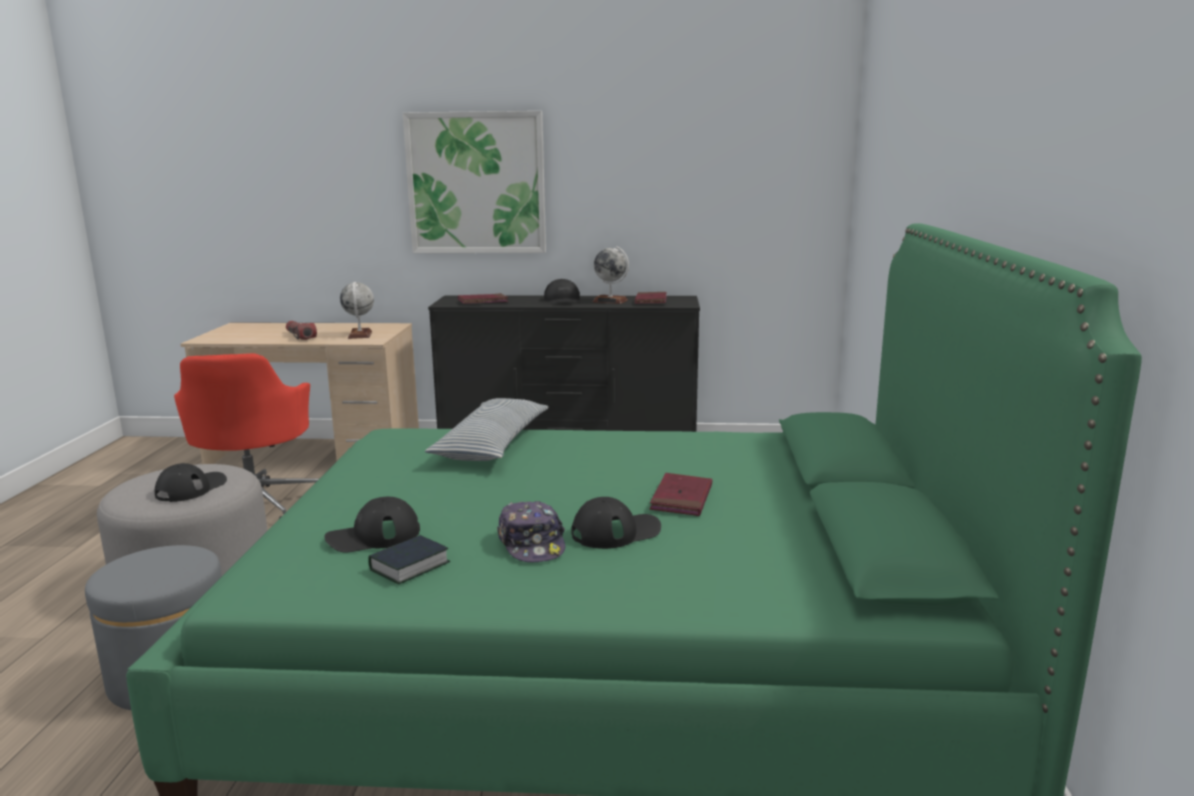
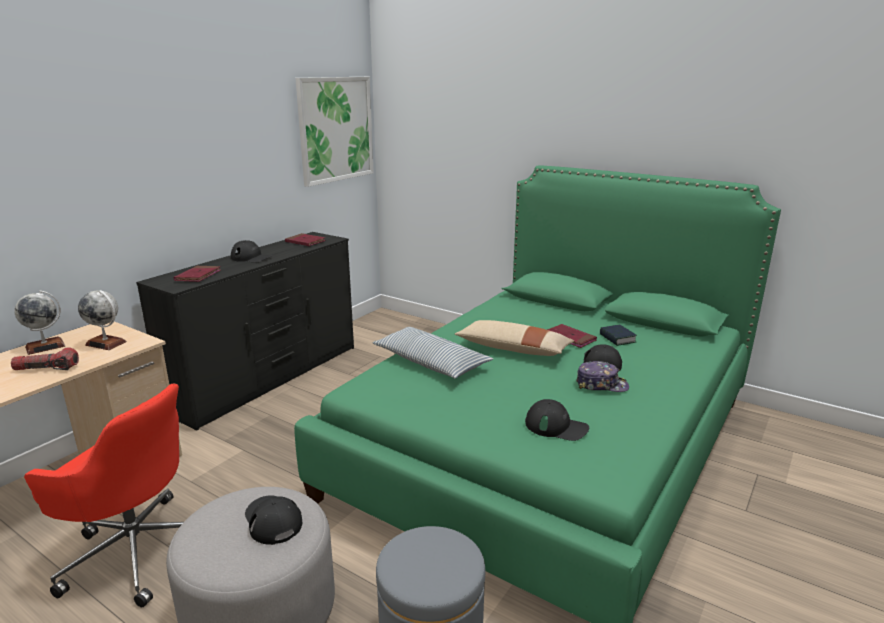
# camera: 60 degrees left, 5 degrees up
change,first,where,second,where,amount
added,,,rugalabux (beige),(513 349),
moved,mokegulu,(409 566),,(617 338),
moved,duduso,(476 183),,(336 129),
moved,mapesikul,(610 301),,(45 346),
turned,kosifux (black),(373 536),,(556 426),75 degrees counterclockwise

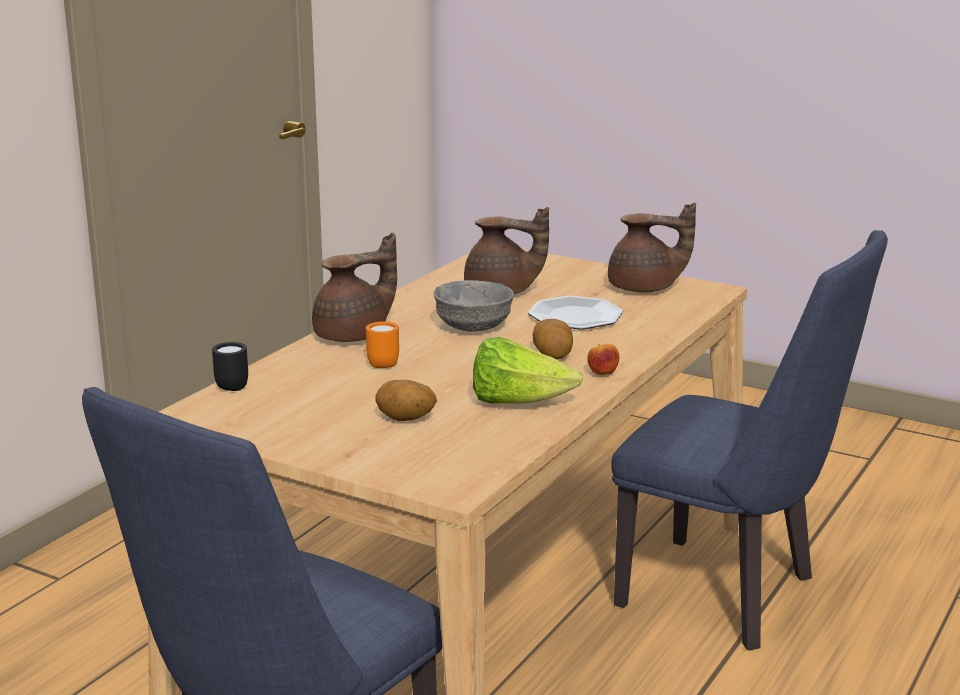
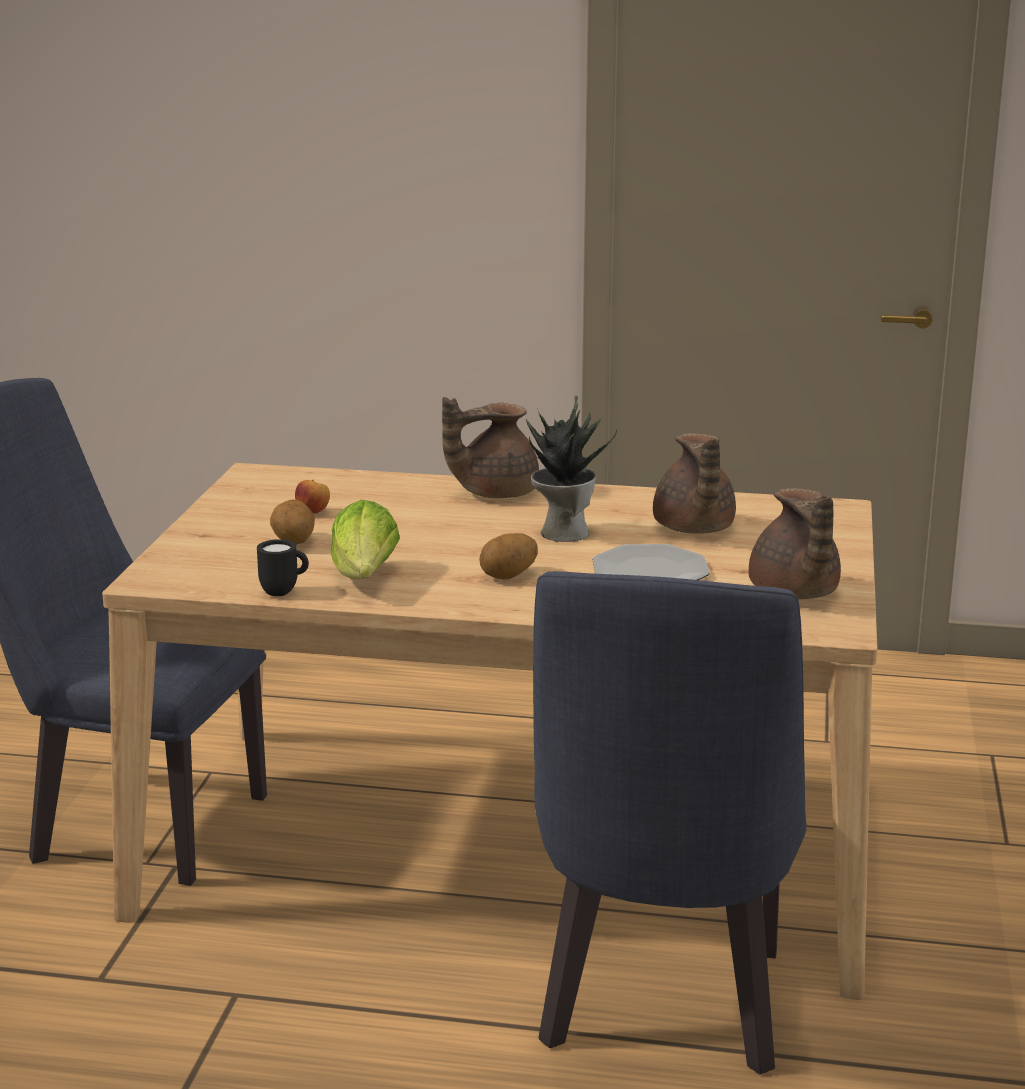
# camera: 70 degrees right, 0 degrees up
change,first,where,second,where,amount
removed,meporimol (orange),(383 364),,,
moved,meporimol (black),(235 386),,(284 592),
moved,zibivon,(602 374),,(313 512),
replaced,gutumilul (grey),(472 328),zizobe,(562 532),
turned,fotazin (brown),(354 335),,(494 492),120 degrees clockwise

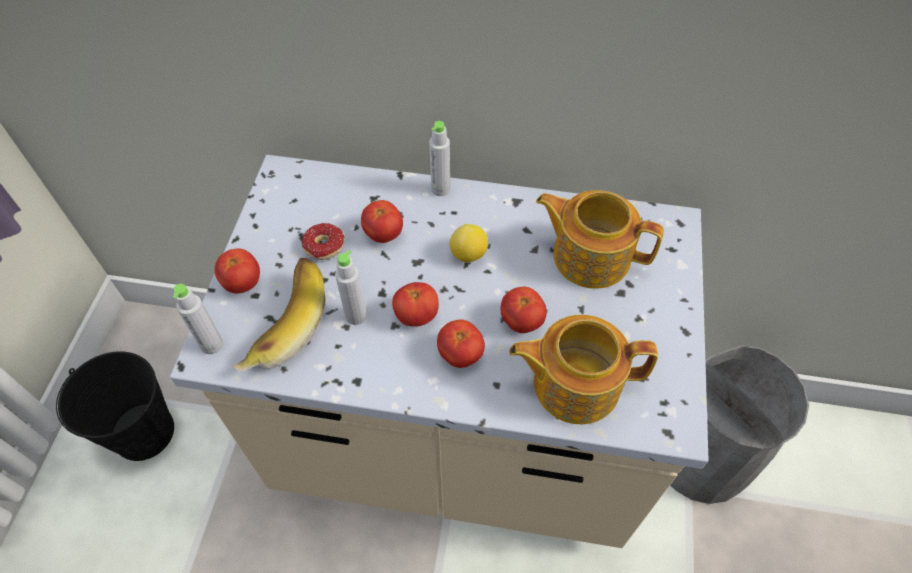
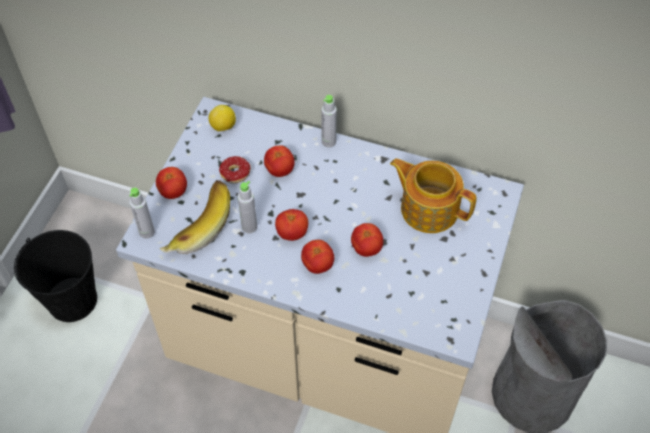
# camera: 10 degrees right, 0 degrees up
change,first,where,second,where,amount
removed,fotazin,(574 383),,,
moved,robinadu,(468 255),,(223 127),

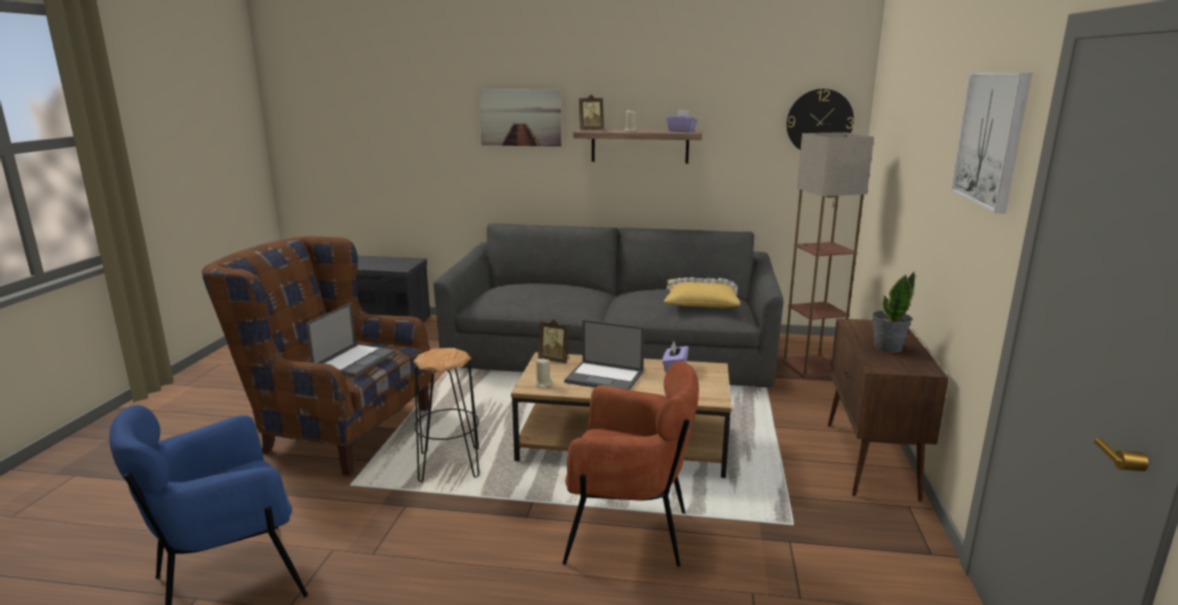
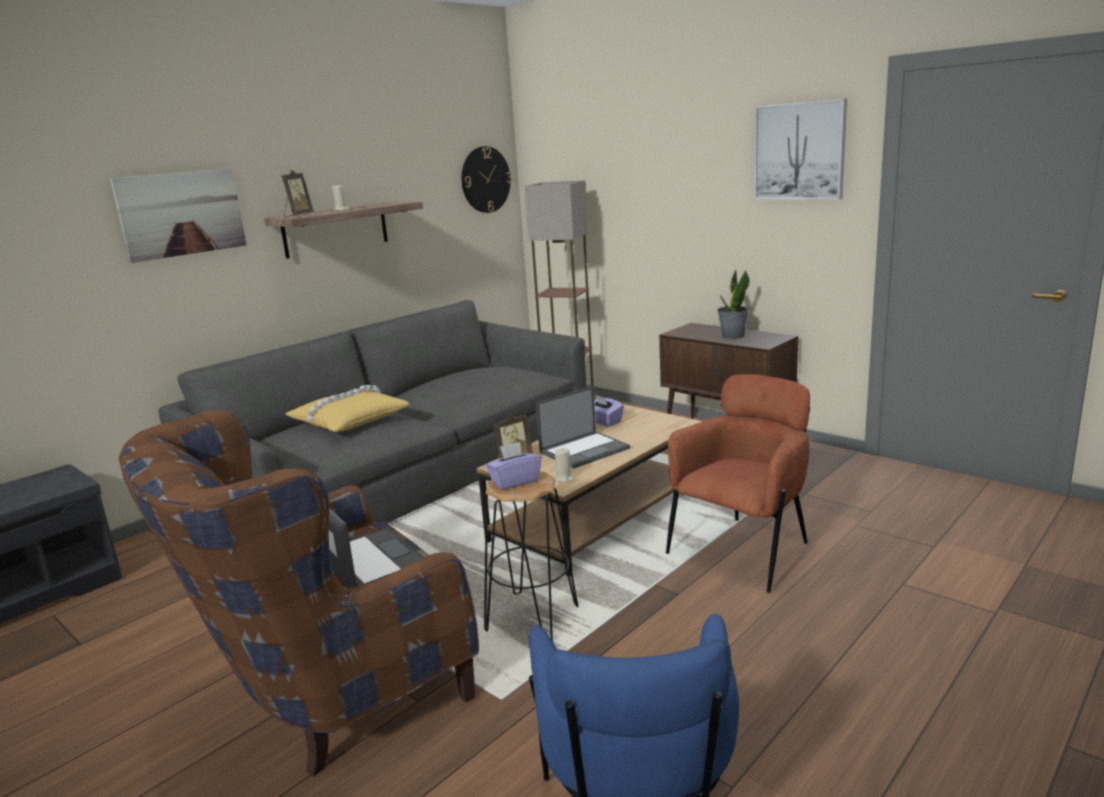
# camera: 55 degrees left, 0 degrees up
change,first,where,second,where,amount
moved,rugalabux (yellow),(700 301),,(349 420),
moved,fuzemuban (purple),(681 131),,(515 481),

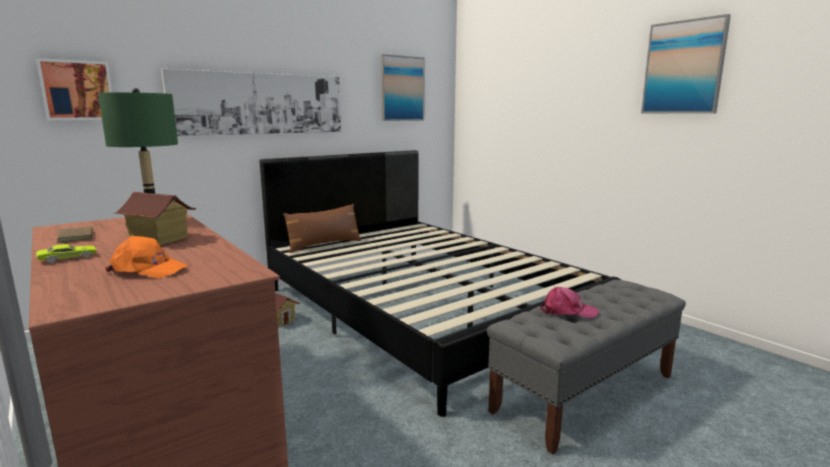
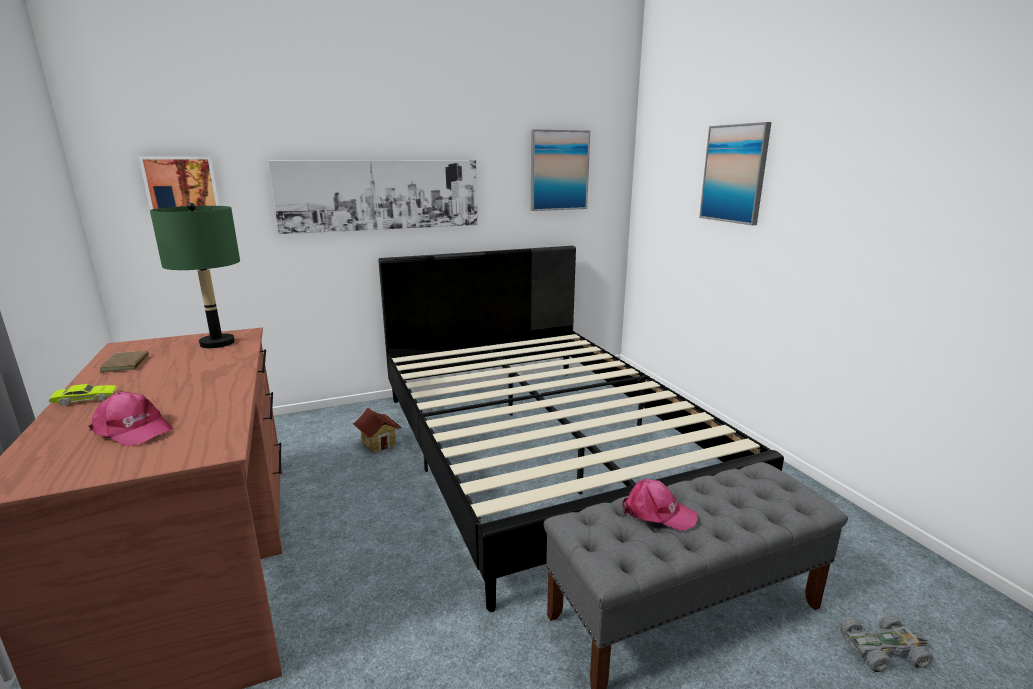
# camera: 15 degrees right, 5 degrees up
change,first,where,second,where,amount
removed,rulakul,(159 239),,,
removed,rugalabux (brown),(324 245),,,
added,,,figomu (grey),(883 649),
moved,duduso,(683 67),,(734 174),
recoloured,kosifux (orange),(148 270),kosifux (pink),(133 430),

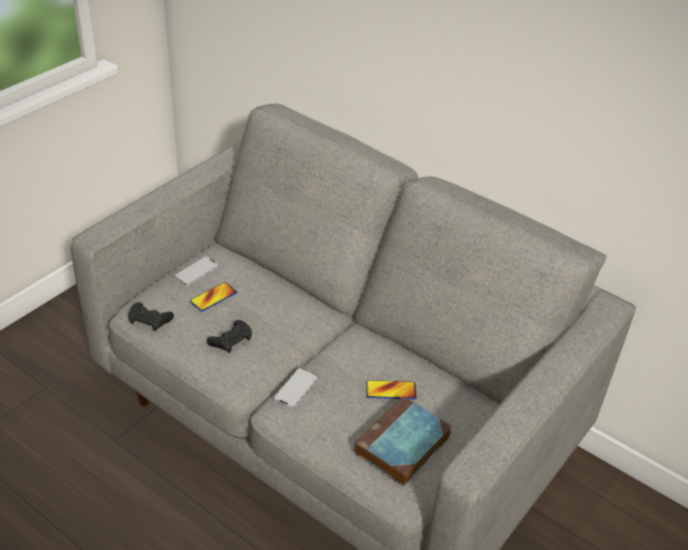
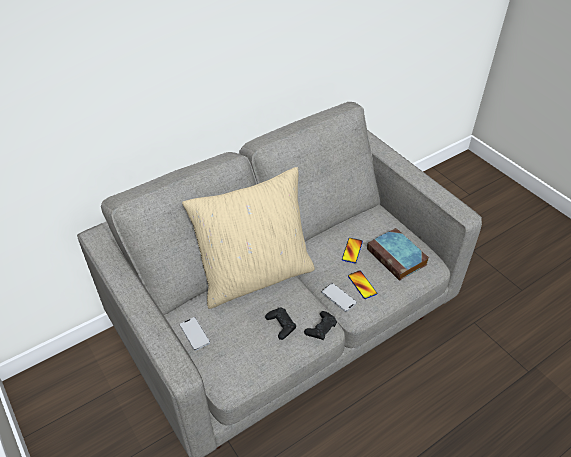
# camera: 70 degrees left, 5 degrees up
change,first,where,second,where,amount
added,,,rugalabux (beige),(255 275),
moved,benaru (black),(150 320),,(321 328),
moved,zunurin,(213 297),,(362 285),

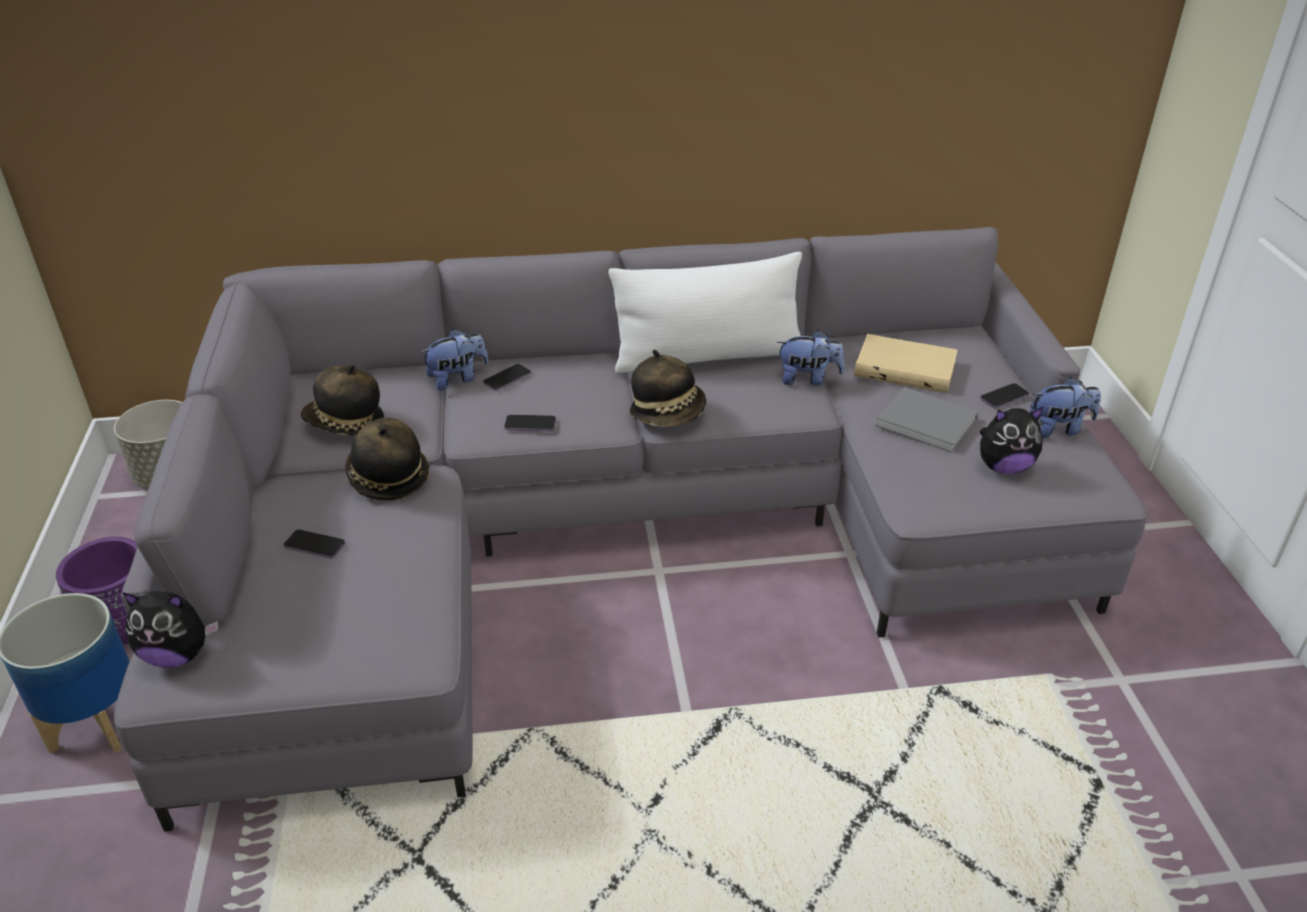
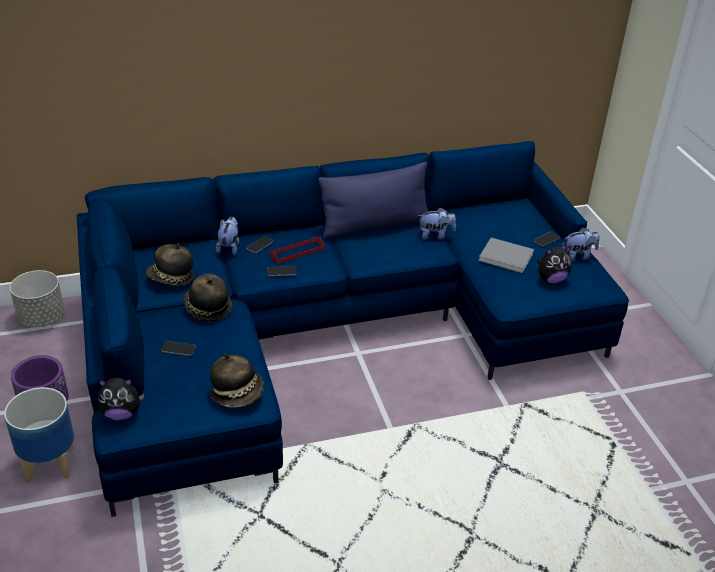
# camera: 10 degrees left, 0 degrees up
change,first,where,second,where,amount
removed,mokegulu (beige),(906 368),,,
added,,,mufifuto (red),(297 252),
moved,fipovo,(668 413),,(238 393),
recoloured,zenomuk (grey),(616 533),zenomuk (blue),(328 333),
recoloured,rugalabux (white),(708 356),rugalabux (blue),(375 225),
turned,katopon,(457 379),,(229 247),45 degrees counterclockwise

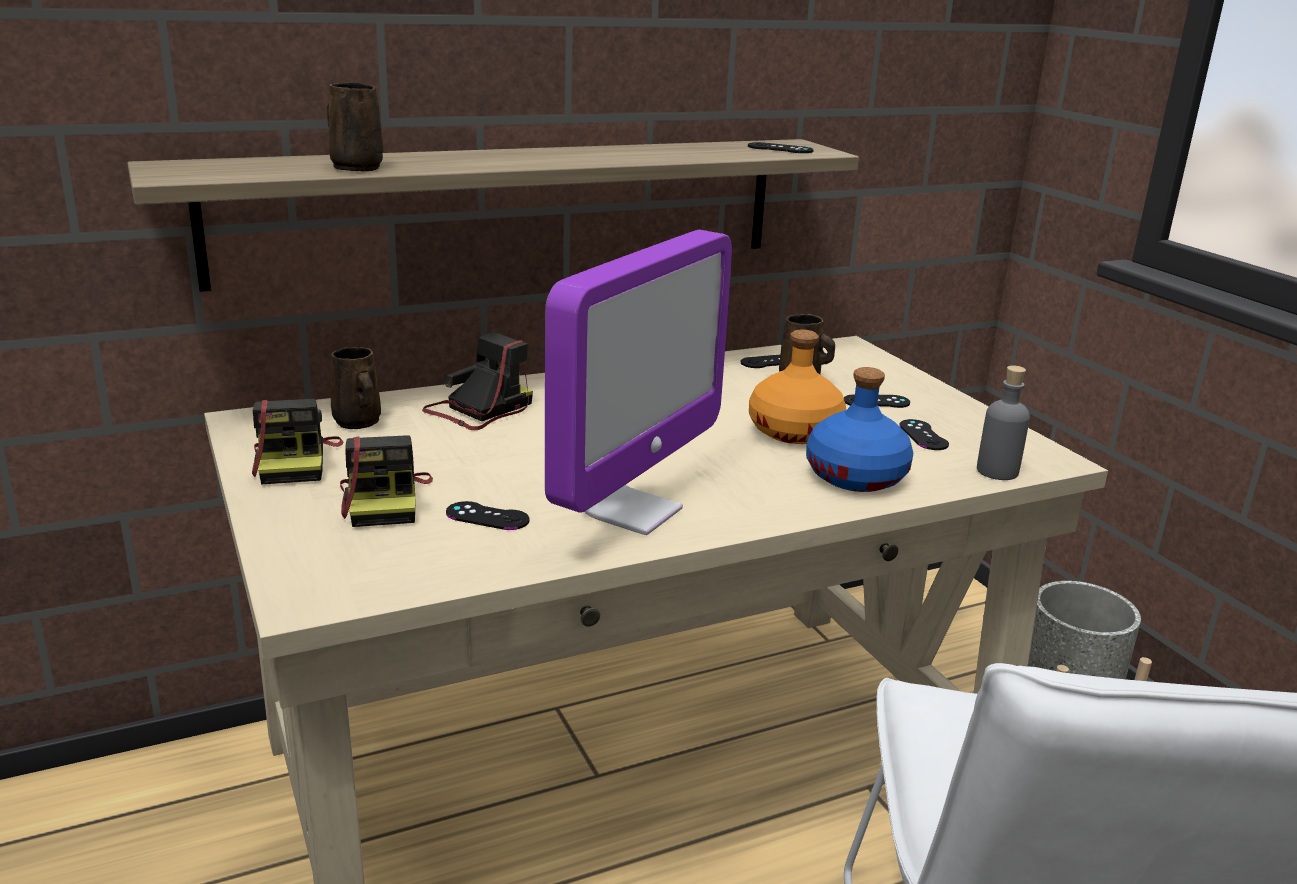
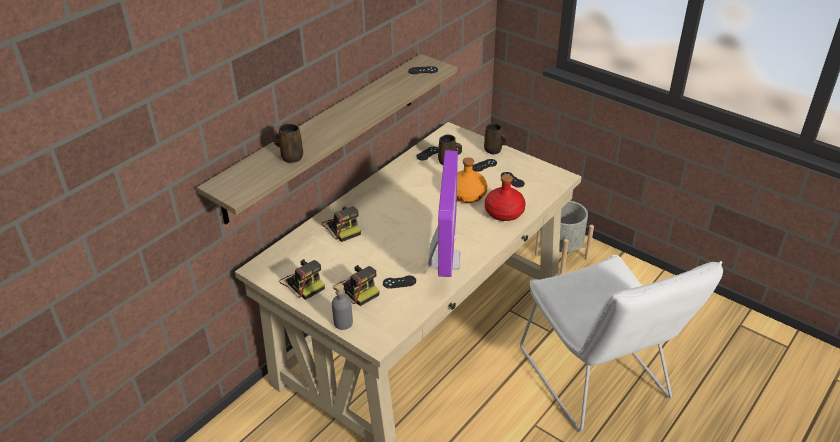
# camera: 25 degrees left, 15 degrees up
change,first,where,second,where,amount
moved,meporimol (brown),(358 423),,(494 150),
moved,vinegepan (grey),(997 471),,(343 323),
recoloured,vinegepan (blue),(856 476),vinegepan (red),(504 212),
turned,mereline,(479 410),,(342 227),135 degrees clockwise

